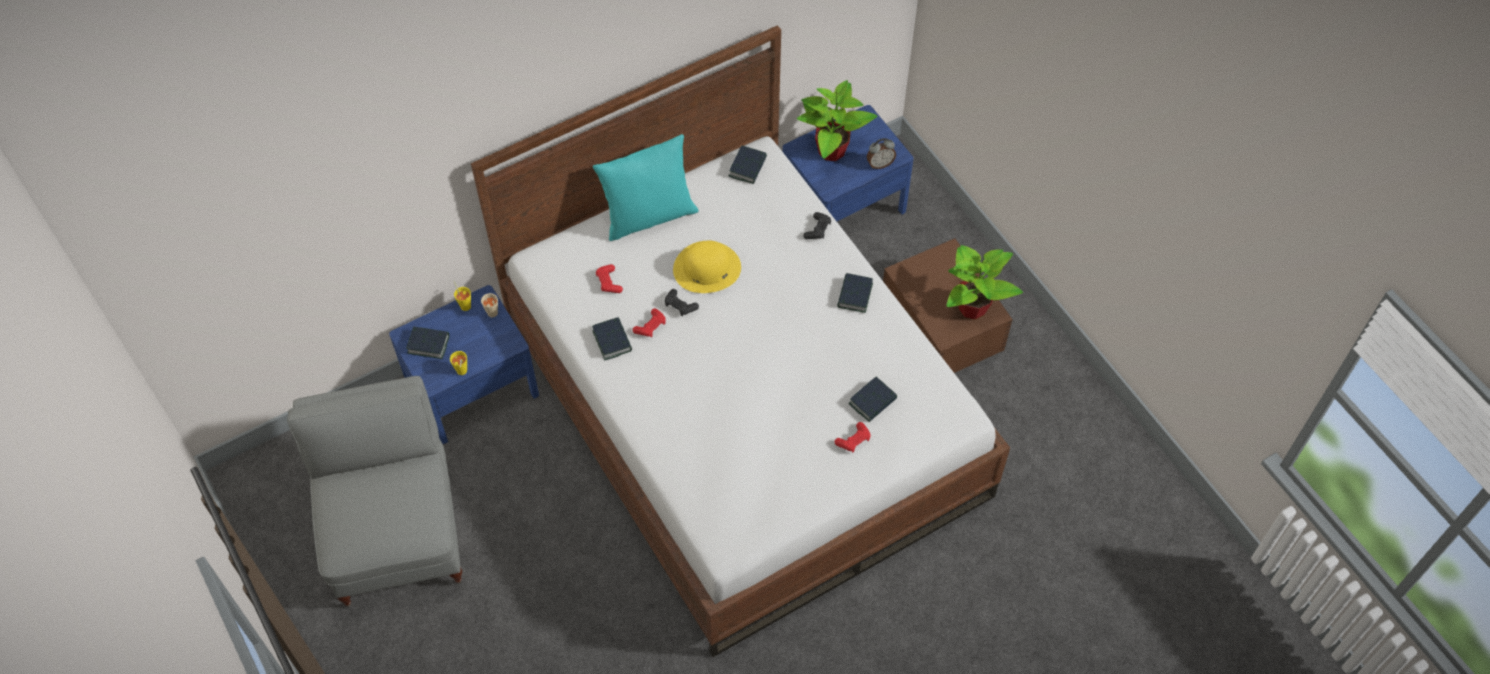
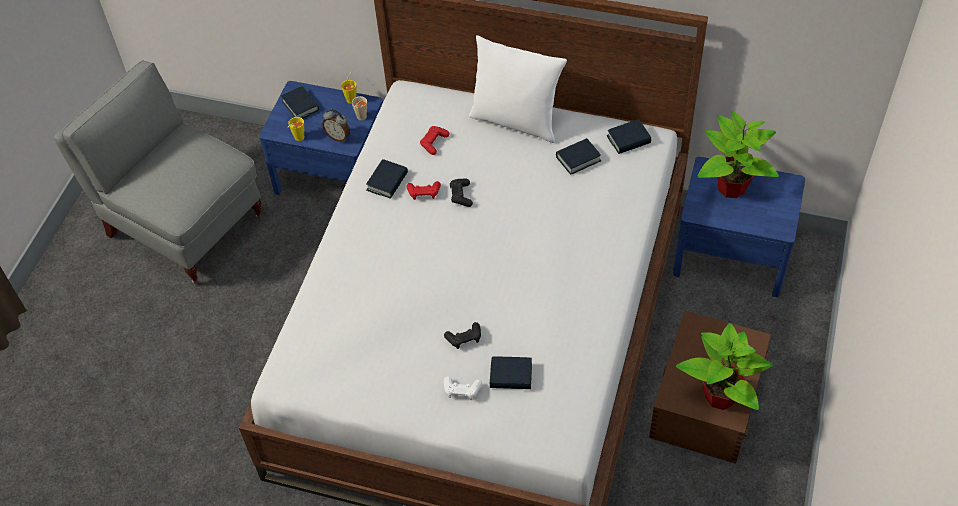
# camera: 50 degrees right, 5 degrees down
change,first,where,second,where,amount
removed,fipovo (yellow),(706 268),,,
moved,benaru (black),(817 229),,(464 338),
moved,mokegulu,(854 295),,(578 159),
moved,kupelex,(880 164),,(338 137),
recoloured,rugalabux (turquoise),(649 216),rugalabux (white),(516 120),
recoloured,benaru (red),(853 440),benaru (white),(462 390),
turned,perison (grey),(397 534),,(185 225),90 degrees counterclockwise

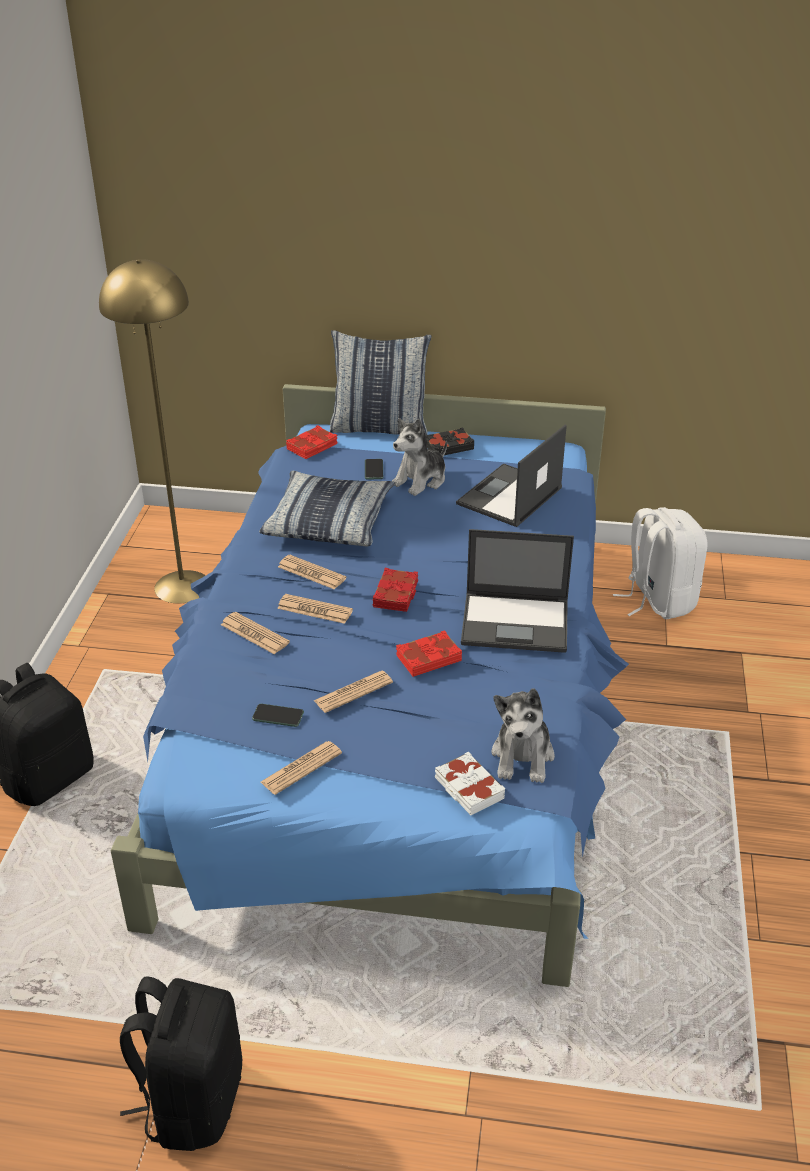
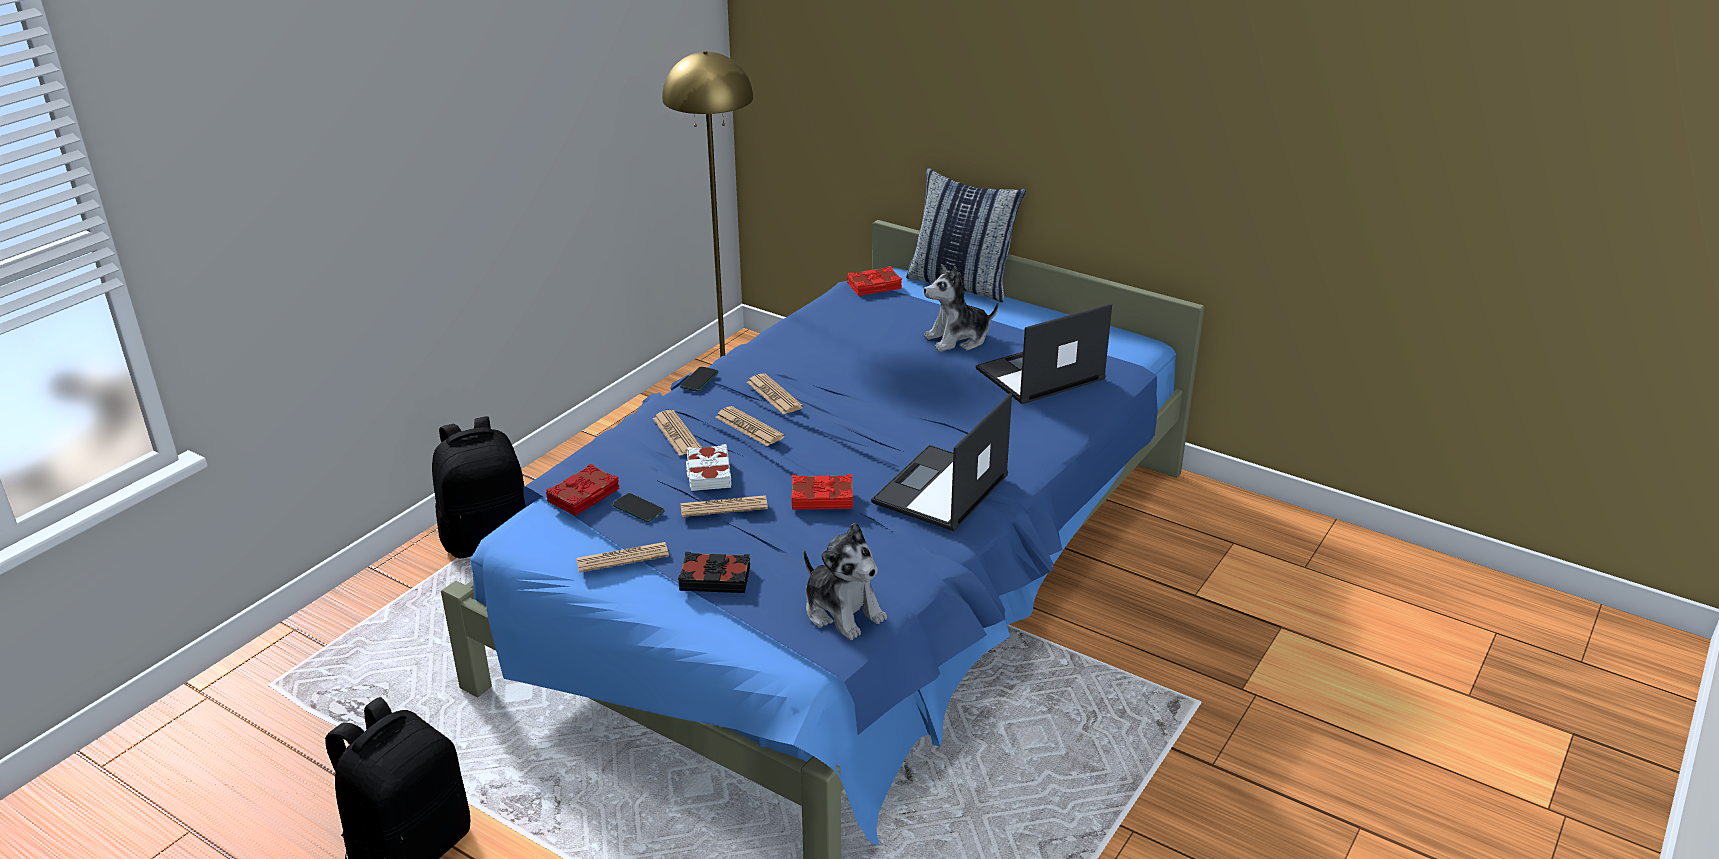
# camera: 25 degrees right, 5 degrees down
change,first,where,second,where,amount
removed,rugalabux,(329 521),,,
removed,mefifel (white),(657 600),,,
moved,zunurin,(374 470),,(699 380),
moved,mokegulu (red),(396 594),,(584 495),
moved,mokegulu (black),(448 446),,(715 578),
moved,mokegulu (white),(468 789),,(708 473),
turned,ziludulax,(516 622),,(940 490),90 degrees clockwise
turned,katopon,(523 756),,(843 611),75 degrees counterclockwise

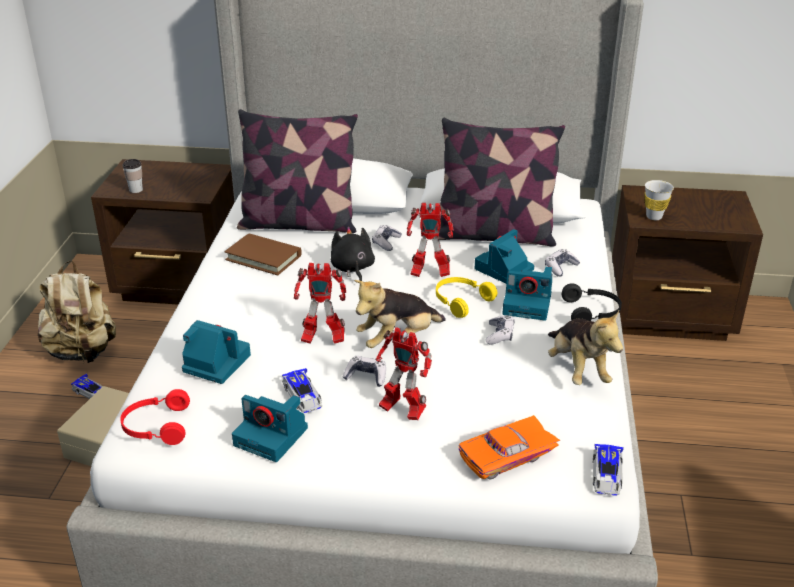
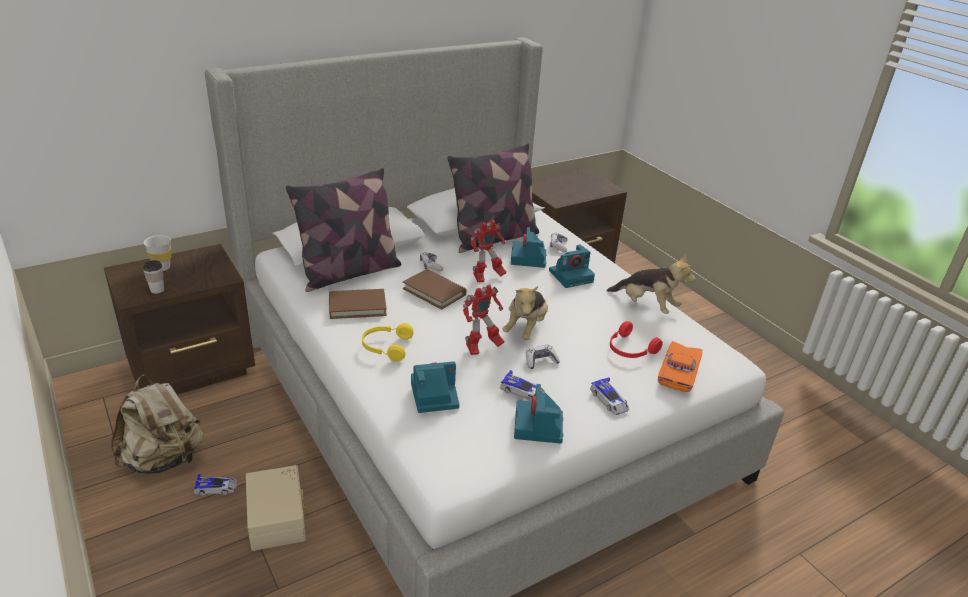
# camera: 40 degrees left, 0 degrees up
change,first,where,second,where,amount
removed,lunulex,(401 410),,,
removed,benaru,(499 335),,,
removed,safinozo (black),(592 312),,,
moved,safinozo (red),(156 427),,(630 349),
moved,safinozo (yellow),(460 301),,(386 347),
moved,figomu,(606 475),,(609 400),
moved,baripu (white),(654 217),,(162 268),
replaced,katopon (black),(352 269),mokegulu (brown),(434 292),
turned,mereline,(272 437),,(539 427),105 degrees clockwise

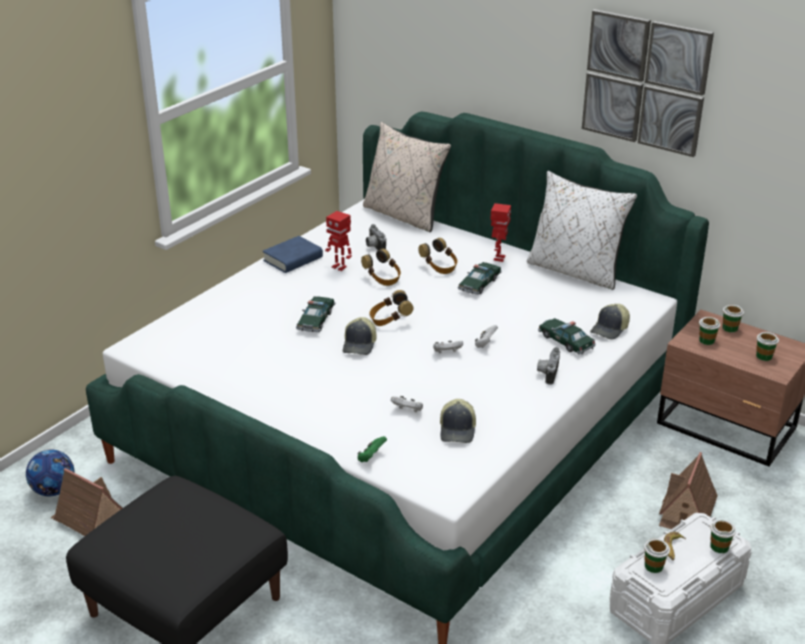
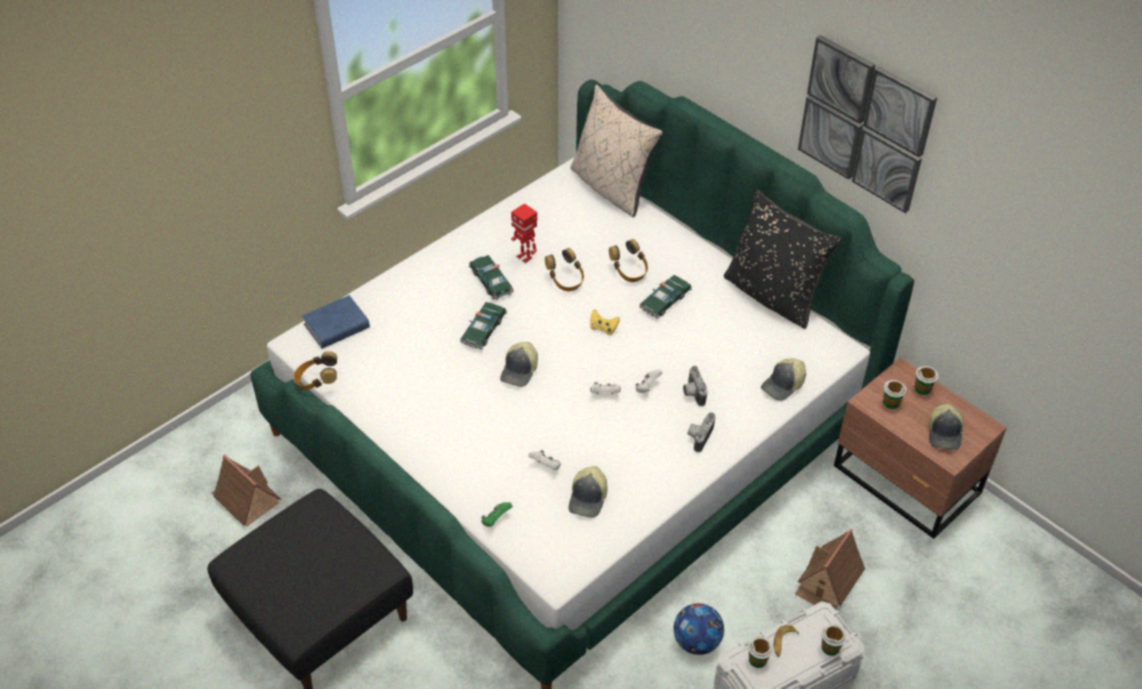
# camera: 10 degrees right, 15 degrees up
change,first,where,second,where,amount
removed,lunulex,(498 258),,,
added,,,benaru (yellow),(603 328),
moved,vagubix,(54 490),,(696 642),
moved,mokegulu (blue),(293 259),,(337 326),
moved,mereline,(374 247),,(692 393),
moved,safinozo,(390 320),,(317 381),
moved,figomu,(565 341),,(491 282),
replaced,baripu,(764 356),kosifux,(945 433),
recoloured,rugalabux (white),(575 271),rugalabux (black),(772 296),

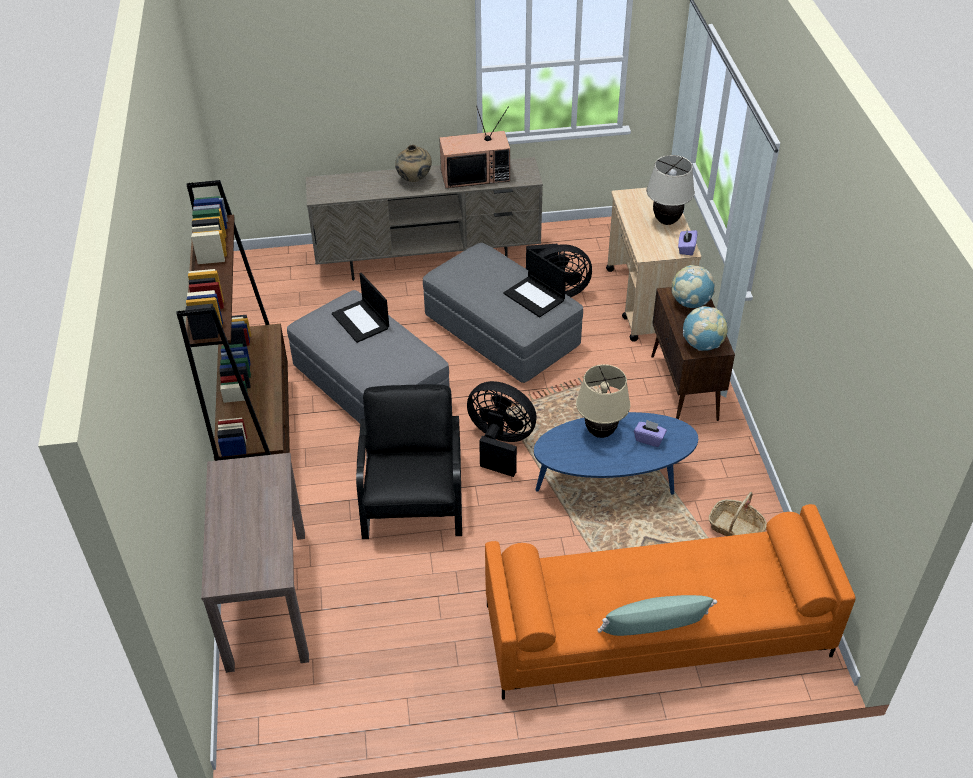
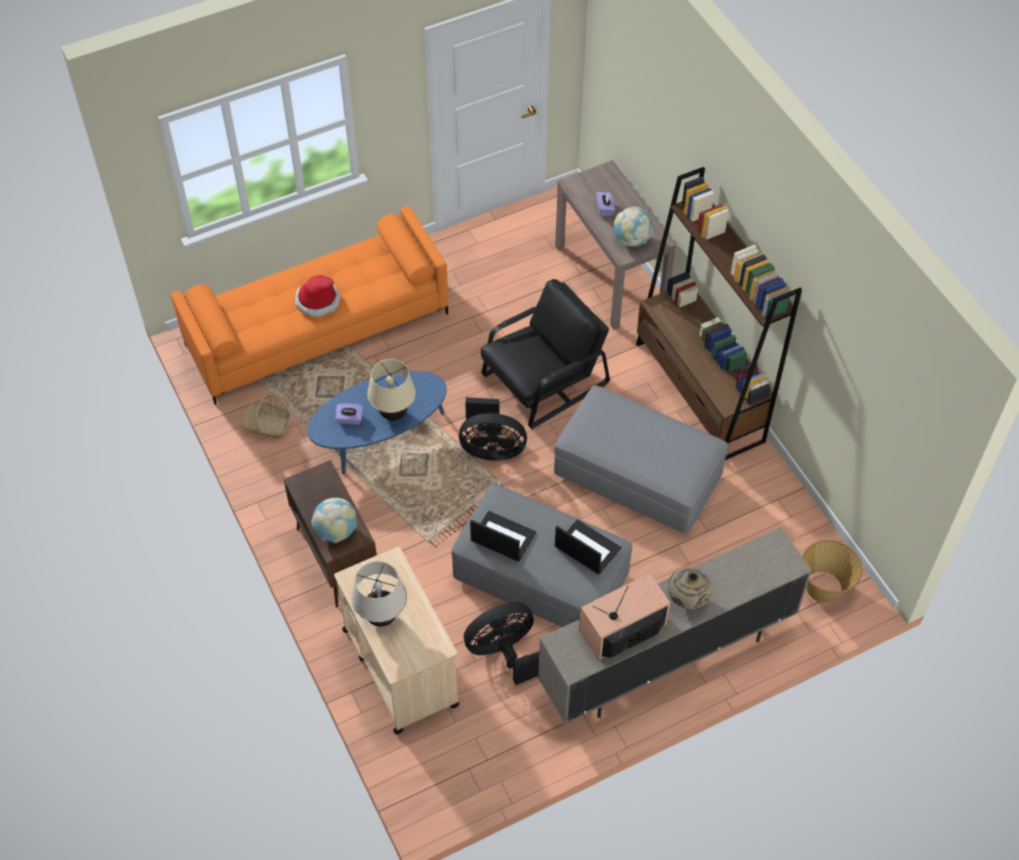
# camera: 160 degrees right, 10 degrees up
change,first,where,second,where,amount
removed,rugalabux (green),(653 626),,,
added,,,fipovo,(317 301),
added,,,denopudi,(824 587),
moved,ziludulax,(361 321),,(586 548),
moved,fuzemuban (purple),(686 248),,(605 209),
moved,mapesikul,(702 345),,(632 240),
turned,perison (black),(413 497),,(543 380),105 degrees counterclockwise

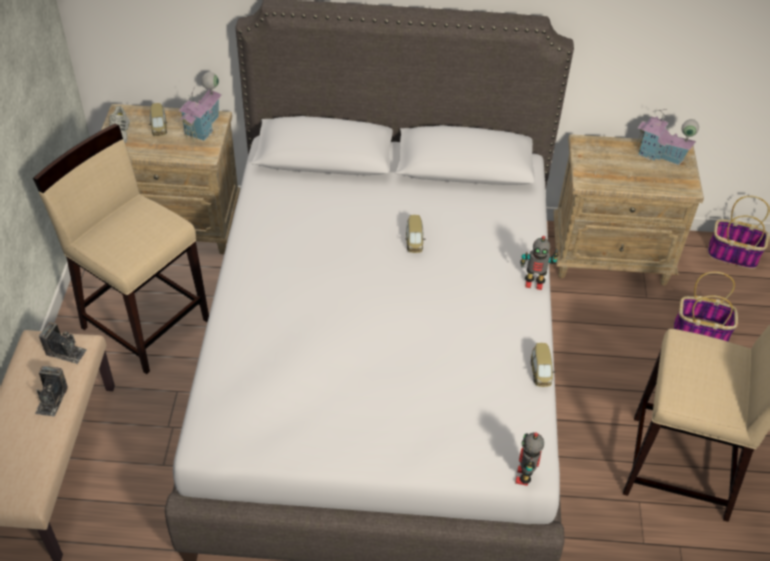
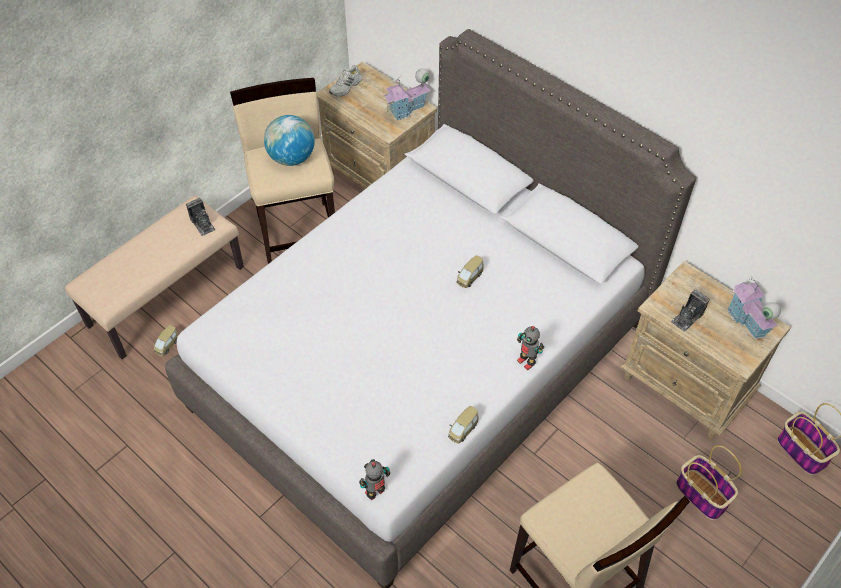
# camera: 40 degrees right, 5 degrees up
change,first,where,second,where,amount
added,,,mapesikul,(291 158),
moved,mereline,(52 399),,(687 318),
moved,figomu,(159 127),,(167 345),

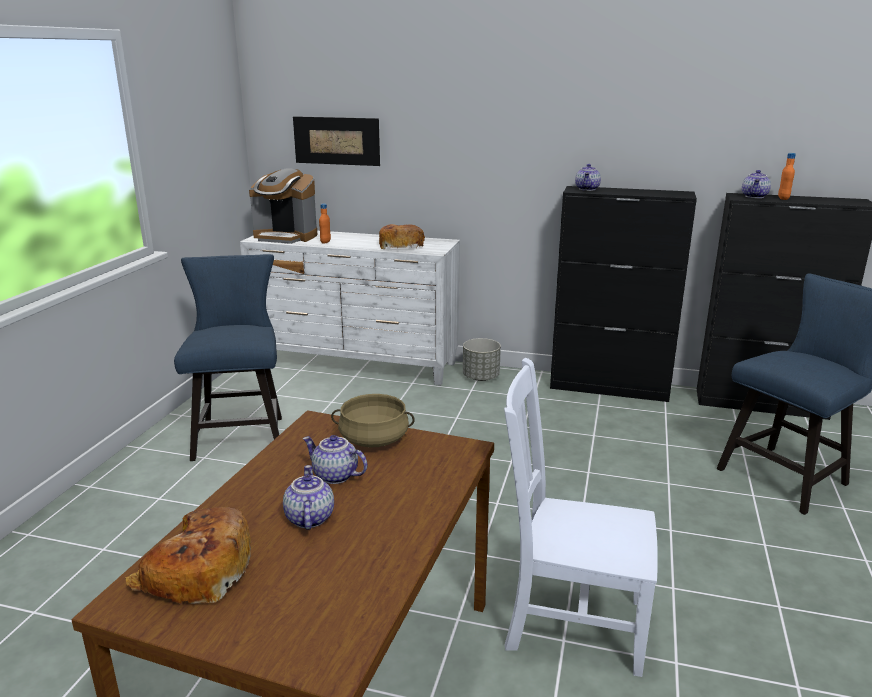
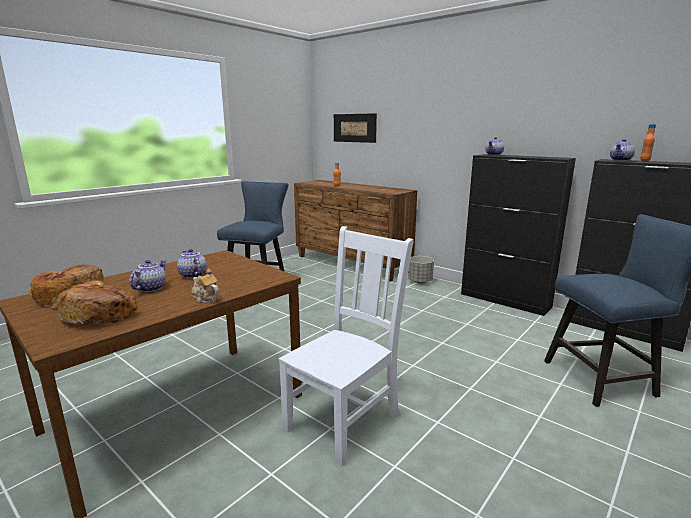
# camera: 25 degrees right, 5 degrees down
change,first,where,second,where,amount
removed,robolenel,(286 237),,,
removed,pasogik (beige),(373 440),,,
added,,,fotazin,(205 299),
moved,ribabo,(400 246),,(102 314),
recoloured,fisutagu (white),(356 364),fisutagu (brown),(351 264),
turned,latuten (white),(570 622),,(345 419),90 degrees clockwise

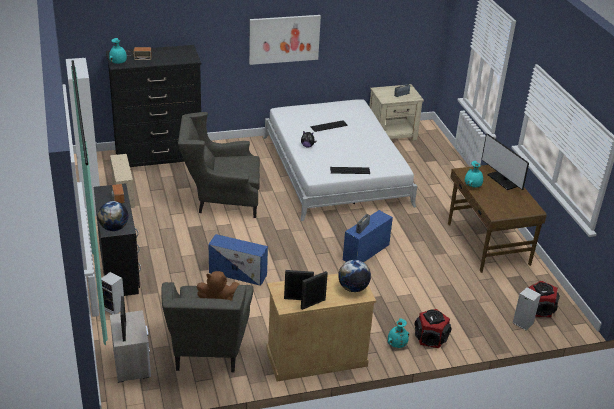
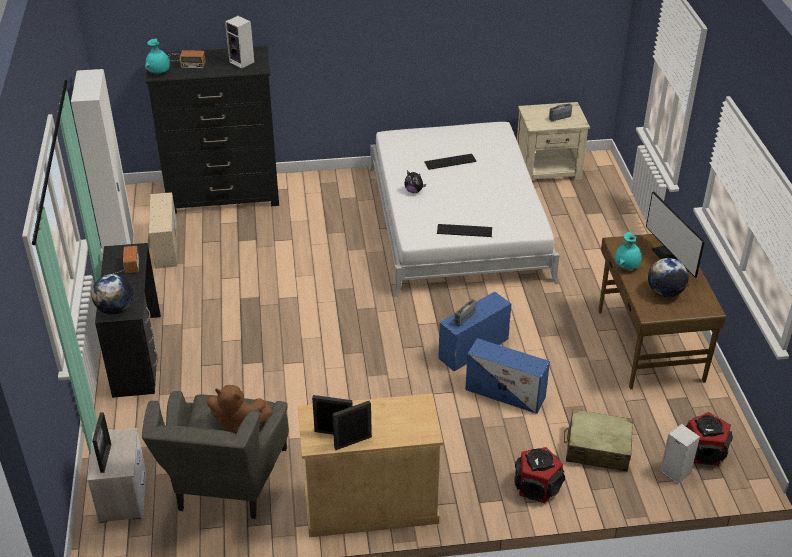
# camera: 10 degrees right, 5 degrees up
change,first,where,second,where,amount
removed,perison (grey),(221 200),,,
removed,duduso,(284 39),,,
removed,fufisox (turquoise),(396 344),,,
added,,,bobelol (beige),(597 448),
moved,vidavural,(114 308),,(242 62),
moved,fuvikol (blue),(238 274),,(506 394),
moved,mapesikul,(353 288),,(665 292),

